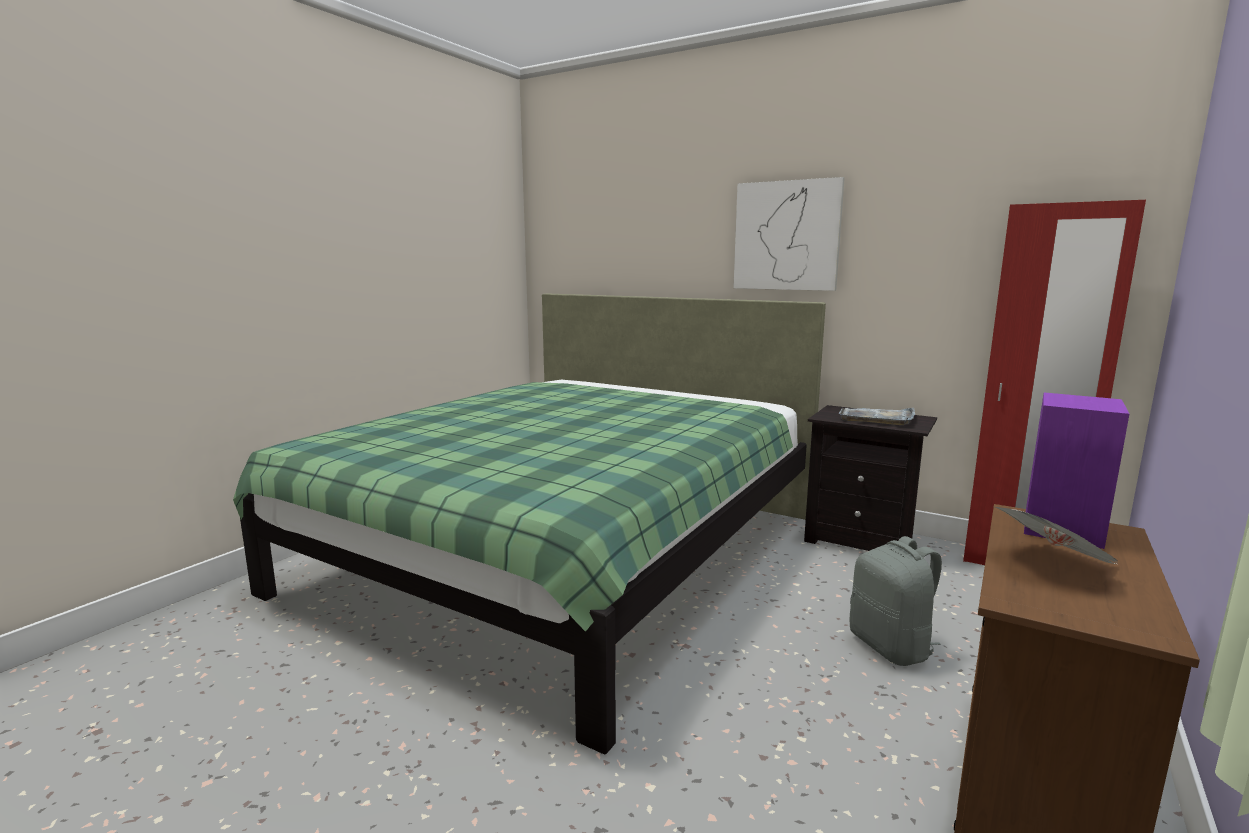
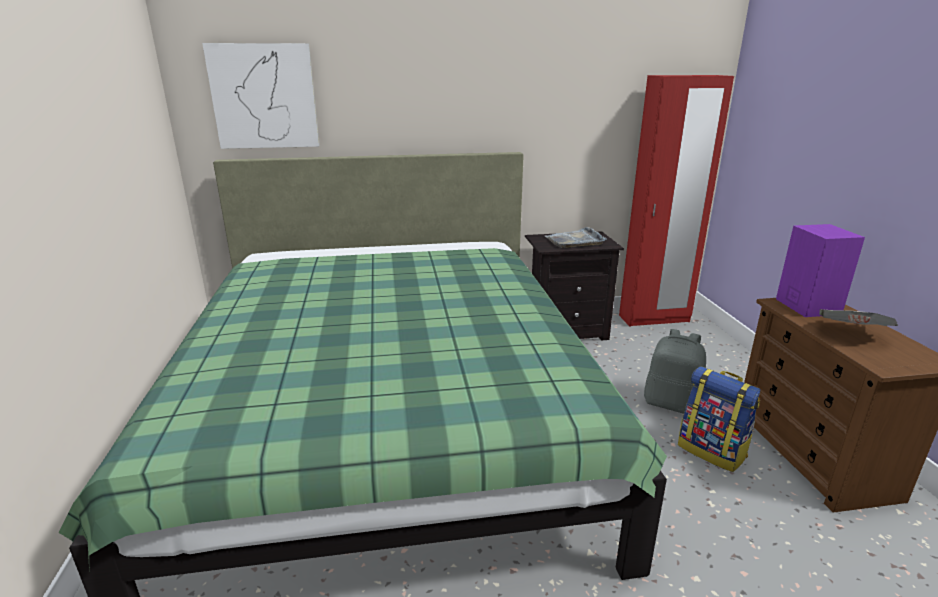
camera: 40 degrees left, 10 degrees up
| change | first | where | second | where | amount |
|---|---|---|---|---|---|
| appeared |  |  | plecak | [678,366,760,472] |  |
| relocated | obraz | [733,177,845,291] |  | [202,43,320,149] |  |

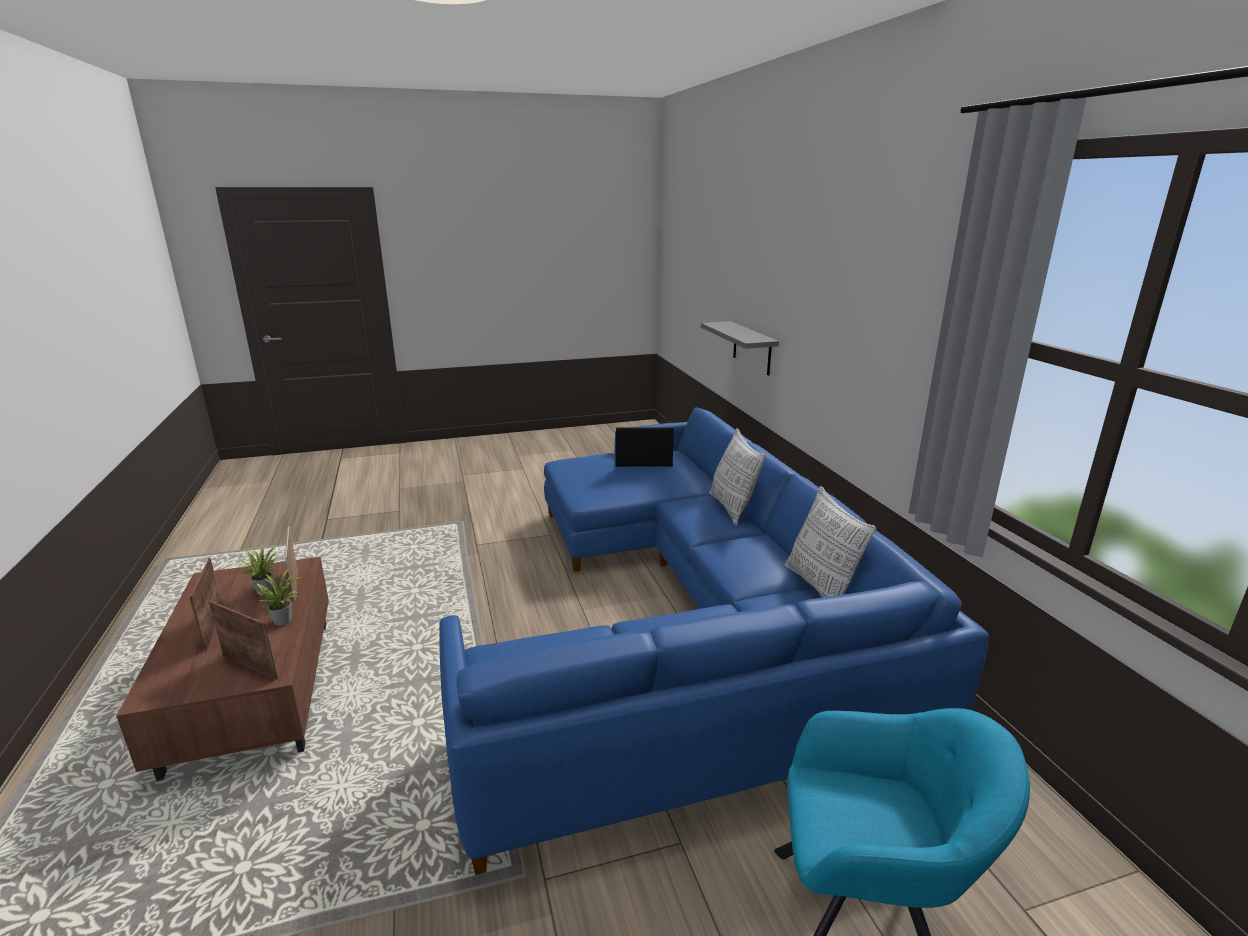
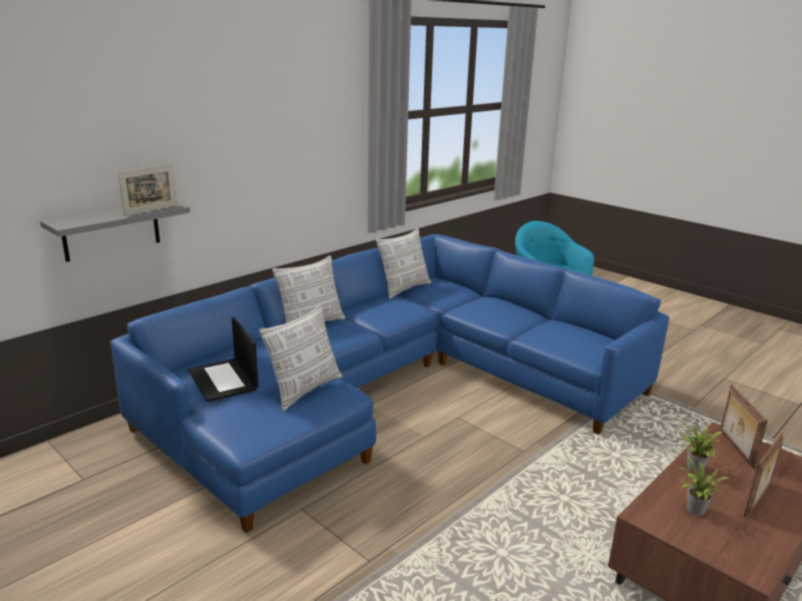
camera: 120 degrees left, 0 degrees up
| change | first | where | second | where | amount |
|---|---|---|---|---|---|
| appeared |  |  | poduszka | [259,304,342,411] |  |
| relocated | ramka na zdjęcie | [285,527,298,601] |  | [118,164,177,216] |  |

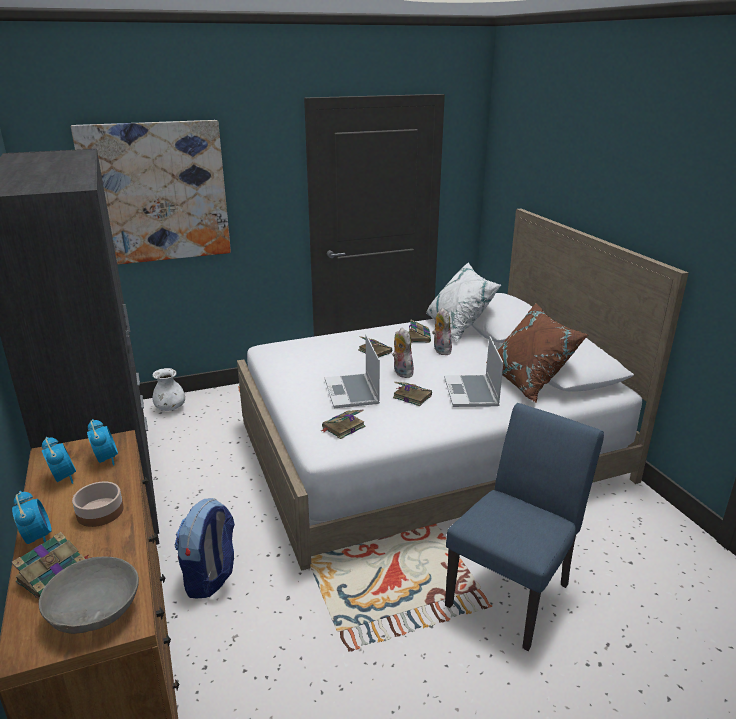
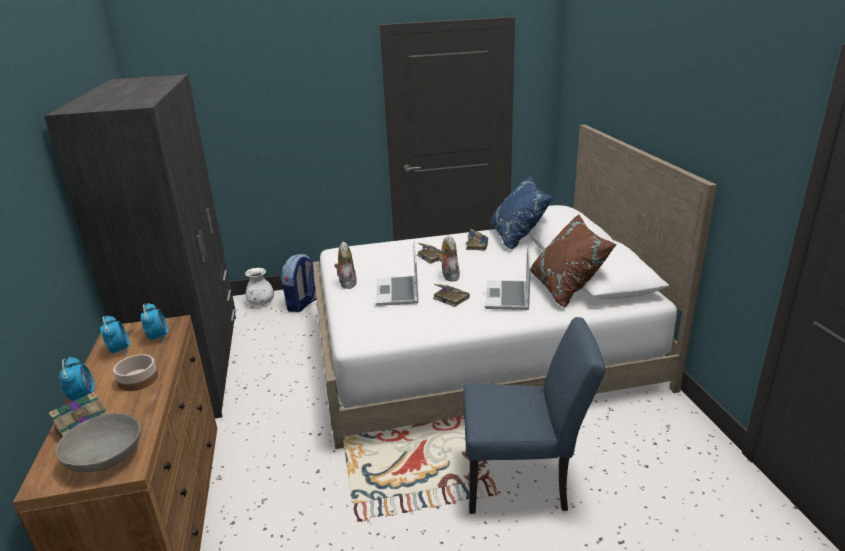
camera: 10 degrees right, 0 degrees up
| change | first | where | second | where | amount |
|---|---|---|---|---|---|
| missing | obraz | [71,120,231,265] |  |  |  |
| missing | książka | [321,410,365,439] |  |  |  |
| relocated | plecak | [174,498,235,598] |  | [280,254,316,312] |  |
| relocated | pluszak | [432,308,452,355] |  | [334,241,357,289] |  |
| colour | poduszka [biały] | [426,262,501,341] | poduszka [niebieski] | [490,176,553,249] |  |
| spun | krzesło [niebieski] | [445,403,604,651] |  | [463,317,605,514] | 45 degrees clockwise |

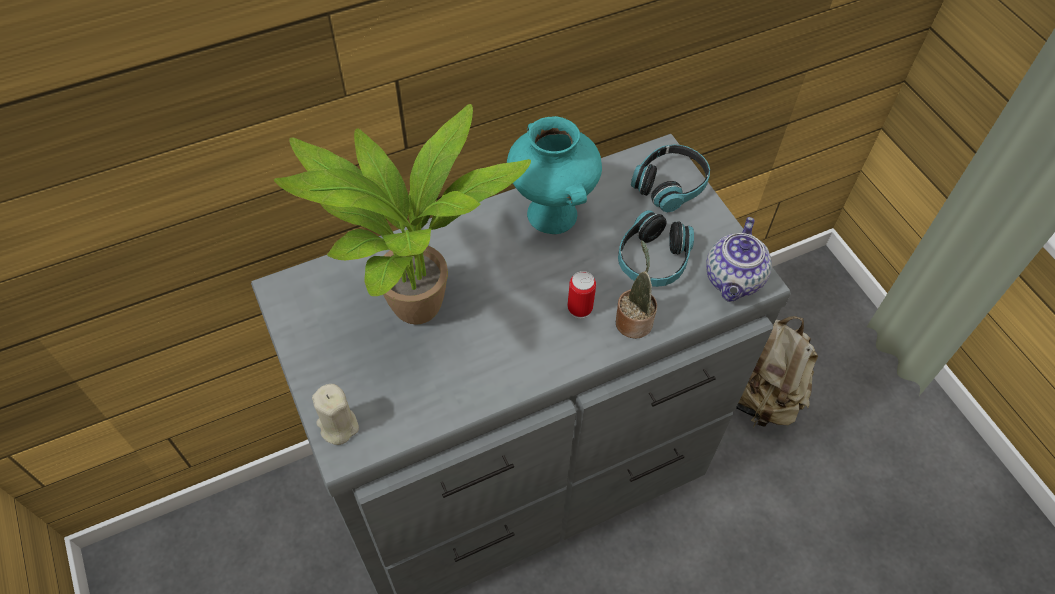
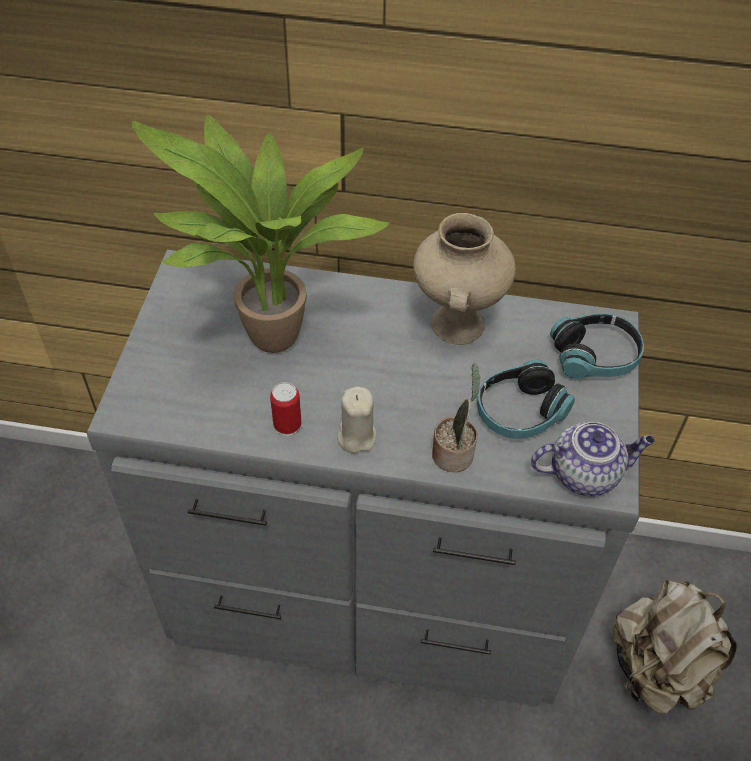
camera: 35 degrees right, 5 degrees down
| change | first | where | second | where | amount |
|---|---|---|---|---|---|
| relocated | świeca [beżowy] | [312,384,359,445] |  | [337,387,376,453] |  |
| relocated | puszka | [567,271,596,319] |  | [270,382,301,436] |  |
| colour | wazon [turkusowy] | [507,116,602,234] | wazon [beżowy] | [413,213,516,345] |  |
| spun | imbryk | [706,217,772,302] |  | [531,422,655,496] | 150 degrees counterclockwise |

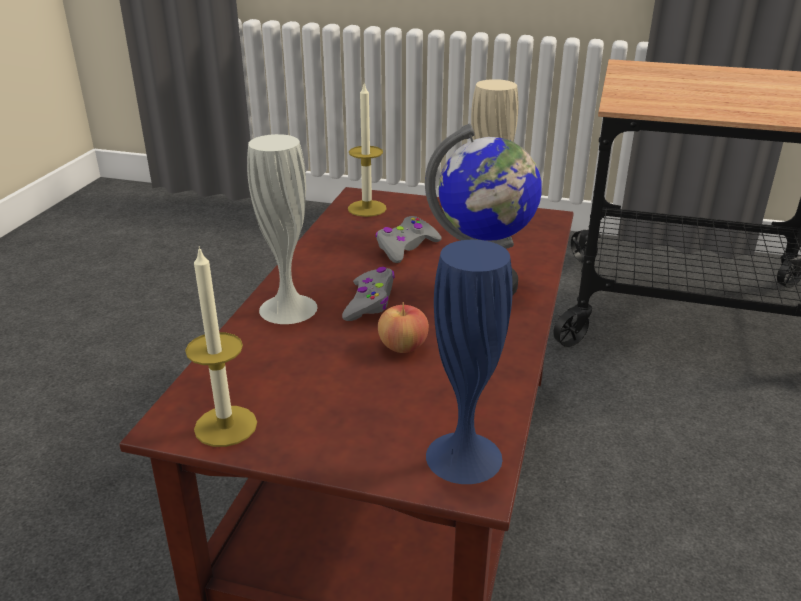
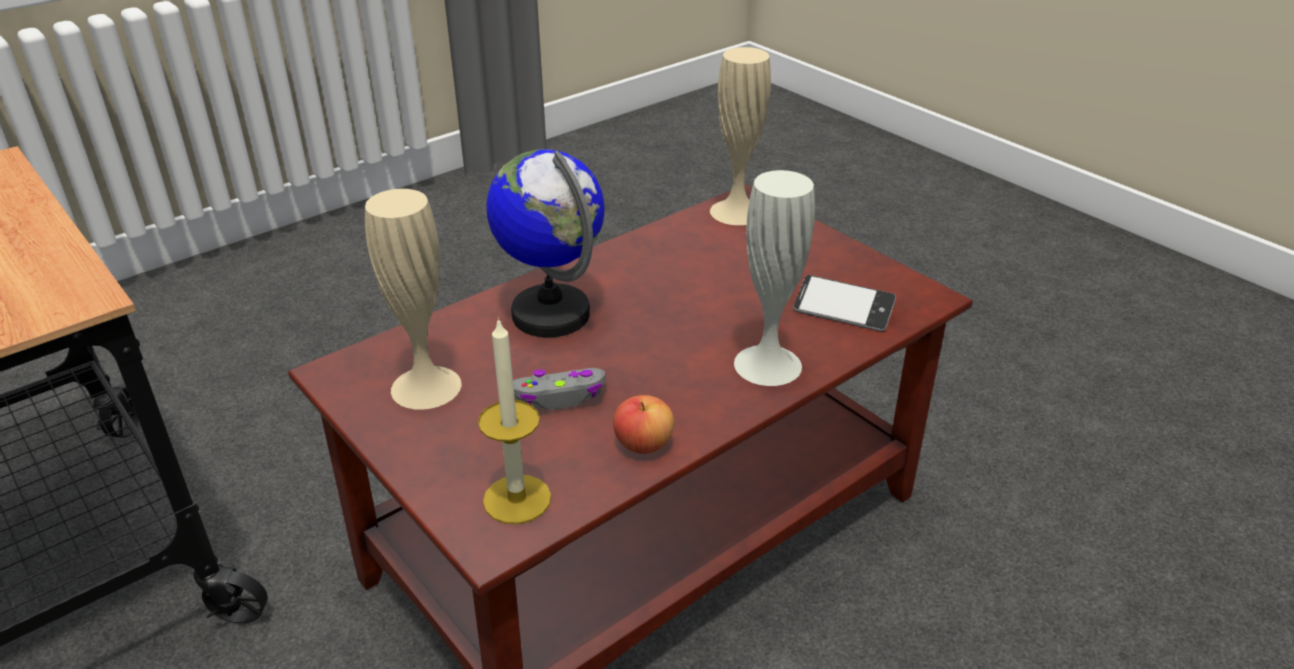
camera: 145 degrees left, 5 degrees up
| change | first | where | second | where | amount |
|---|---|---|---|---|---|
| missing | świeca | [185,246,257,447] |  |  |  |
| missing | pad do gier [szary] | [342,267,395,321] |  |  |  |
| appeared |  |  | telefon | [793,275,896,331] |  |
| relocated | jabłko | [378,302,429,353] |  | [613,395,674,454] |  |
| colour | wazon [niebieski] | [426,240,512,484] | wazon [beżowy] | [710,47,771,225] |  |

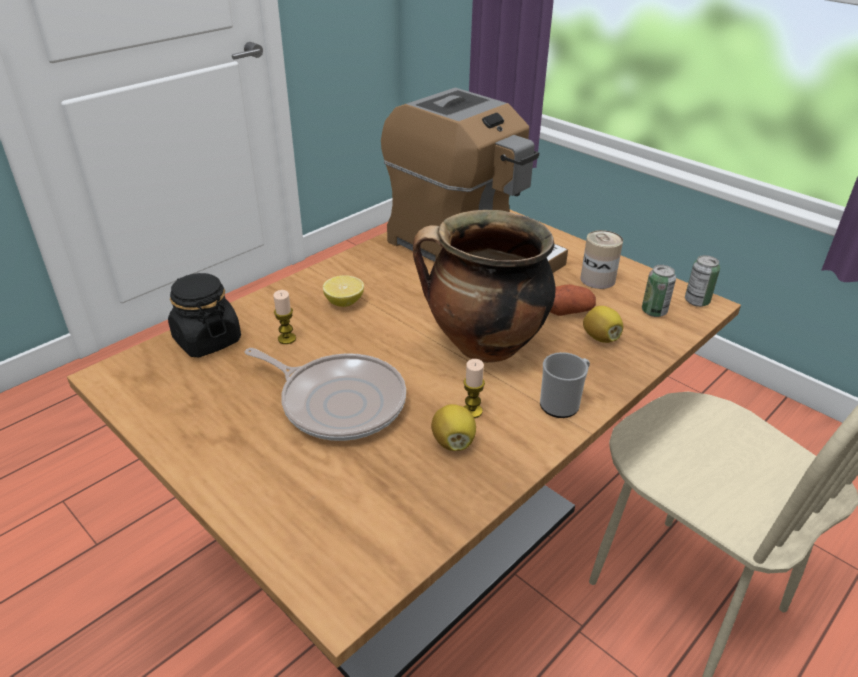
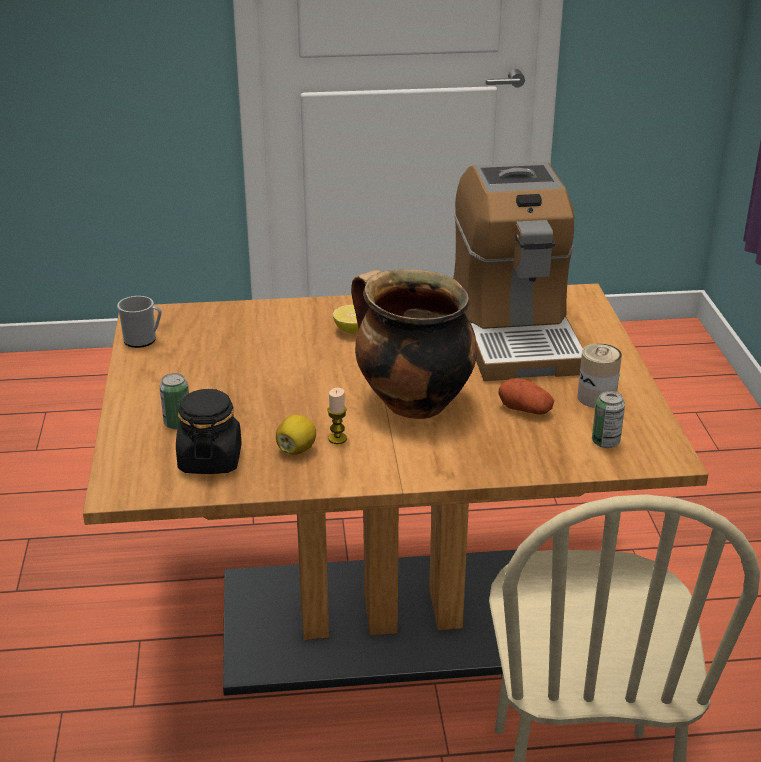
camera: 40 degrees right, 5 degrees down
| change | first | where | second | where | amount |
|---|---|---|---|---|---|
| missing | patelnia | [245,348,406,441] |  |  |  |
| missing | świeca | [273,290,296,344] |  |  |  |
| missing | cytryna | [583,306,623,343] |  |  |  |
| relocated | słoik [czarny] | [168,273,241,357] |  | [176,389,241,474] |  |
| relocated | kubek | [540,352,590,418] |  | [117,296,162,348] |  |
| relocated | puszka | [685,255,720,307] |  | [160,373,189,429] |  |

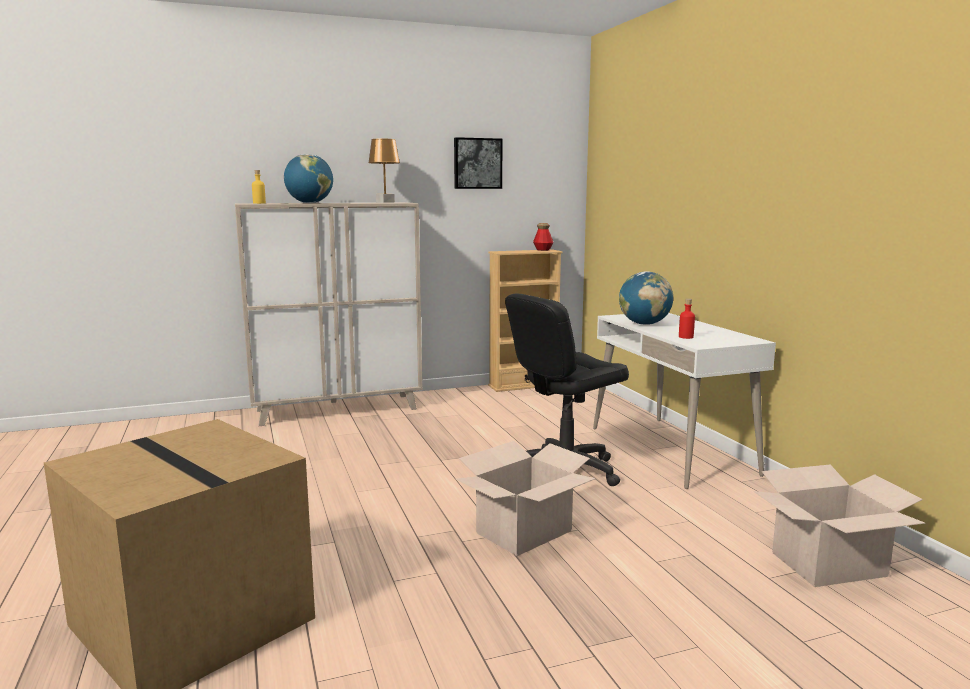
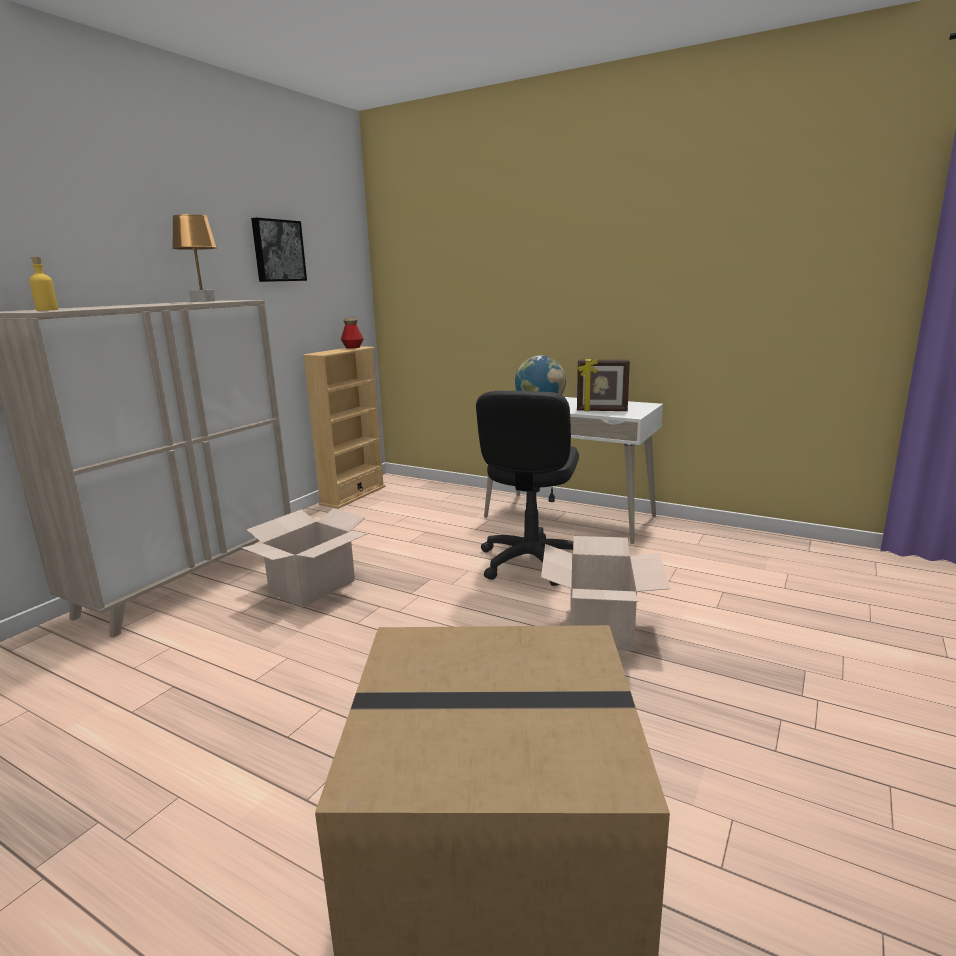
camera: 40 degrees left, 5 degrees up
| change | first | where | second | where | amount |
|---|---|---|---|---|---|
| missing | globus | [284,154,333,203] |  |  |  |
| relocated | karton | [754,465,925,587] |  | [241,508,367,607] |  |
| exchanged | butelka [czerwony] | [679,299,695,339] | ramka na zdjęcie | [577,359,630,411] |  |

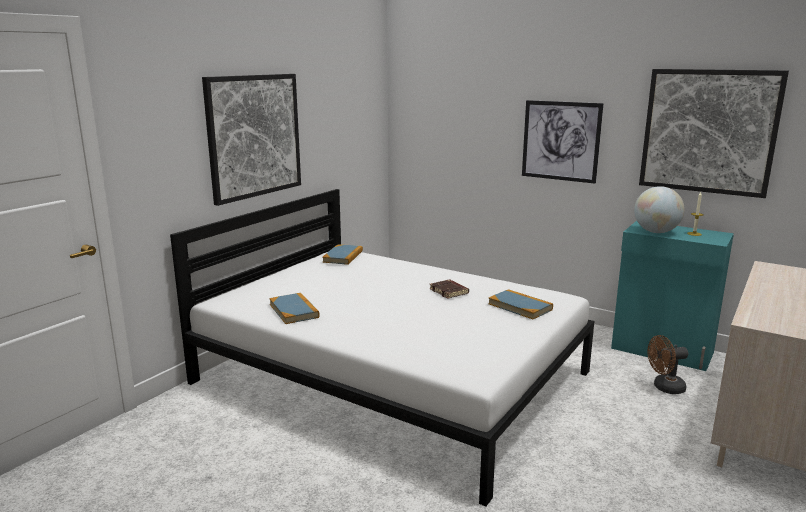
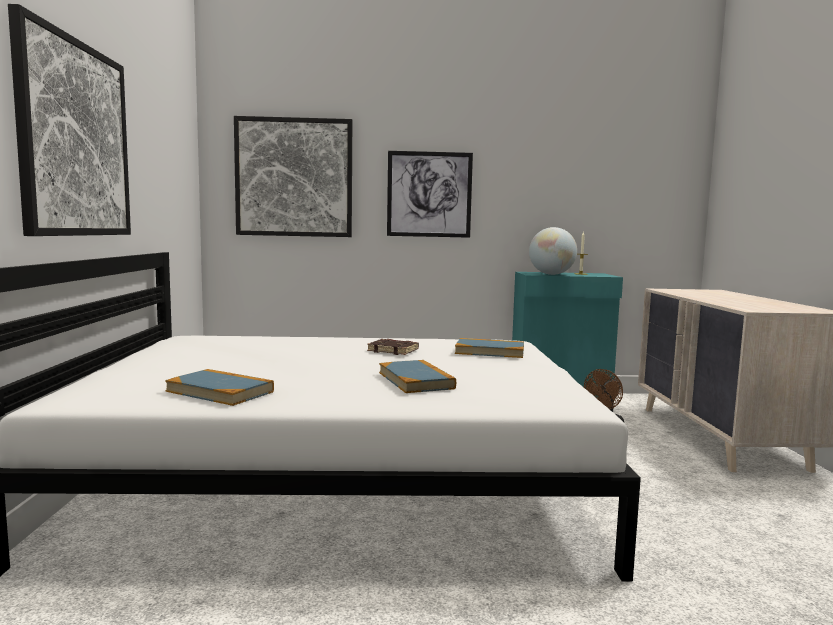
camera: 35 degrees left, 10 degrees down
| change | first | where | second | where | amount |
|---|---|---|---|---|---|
| relocated | książka | [322,244,363,265] |  | [379,360,456,393] |  |
| relocated | obraz | [639,69,789,198] |  | [234,116,352,237] |  |

